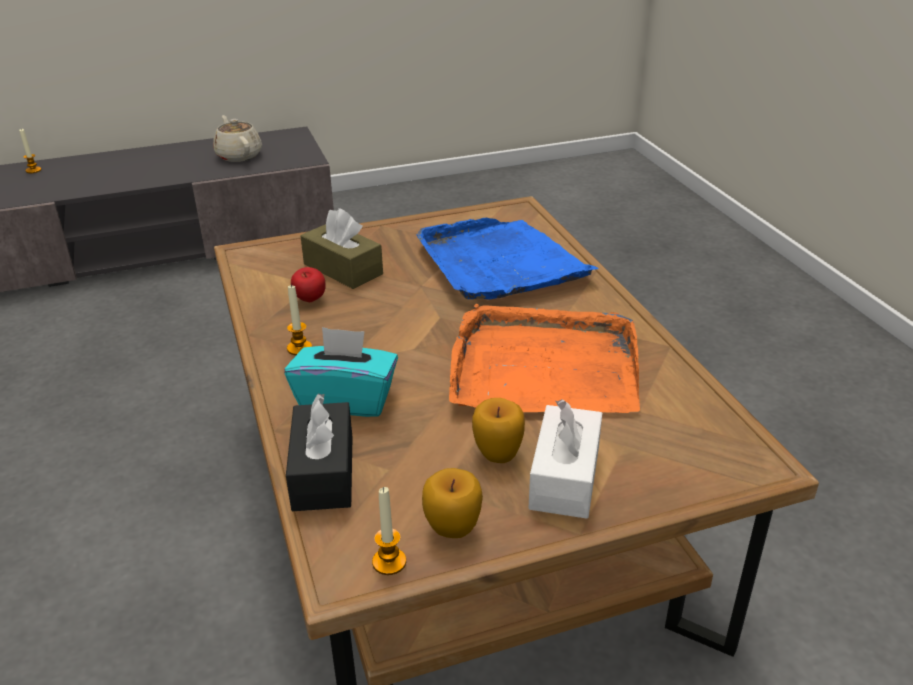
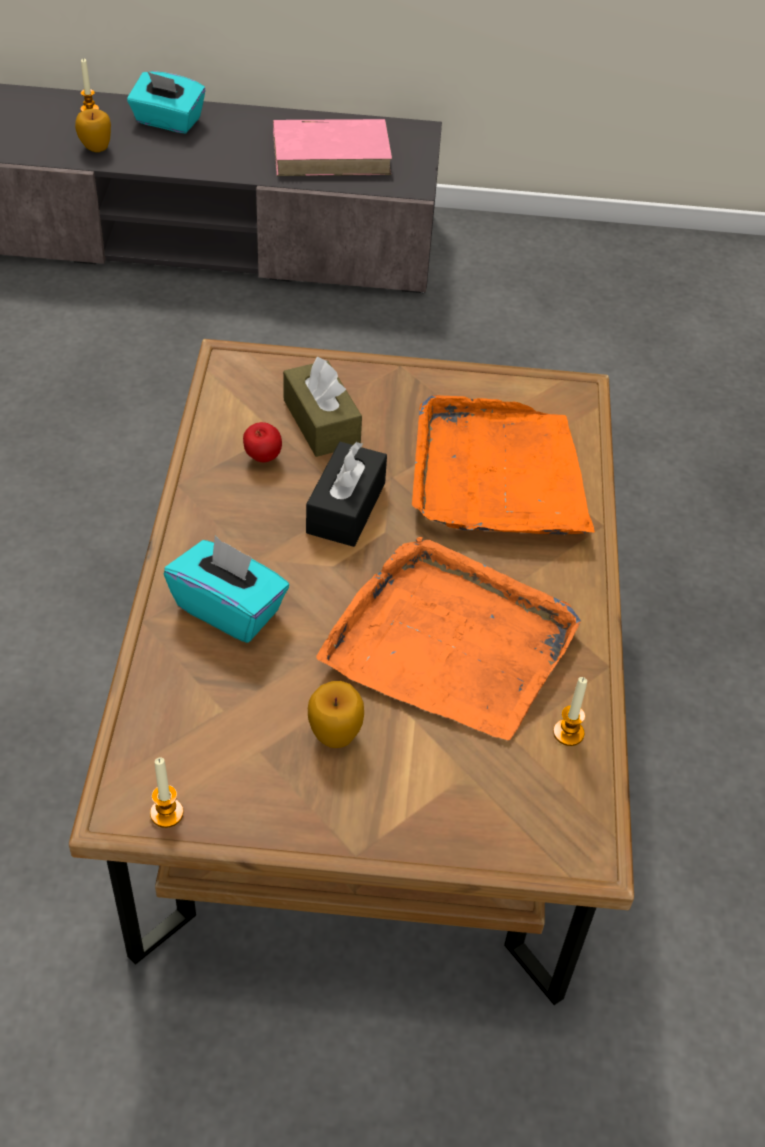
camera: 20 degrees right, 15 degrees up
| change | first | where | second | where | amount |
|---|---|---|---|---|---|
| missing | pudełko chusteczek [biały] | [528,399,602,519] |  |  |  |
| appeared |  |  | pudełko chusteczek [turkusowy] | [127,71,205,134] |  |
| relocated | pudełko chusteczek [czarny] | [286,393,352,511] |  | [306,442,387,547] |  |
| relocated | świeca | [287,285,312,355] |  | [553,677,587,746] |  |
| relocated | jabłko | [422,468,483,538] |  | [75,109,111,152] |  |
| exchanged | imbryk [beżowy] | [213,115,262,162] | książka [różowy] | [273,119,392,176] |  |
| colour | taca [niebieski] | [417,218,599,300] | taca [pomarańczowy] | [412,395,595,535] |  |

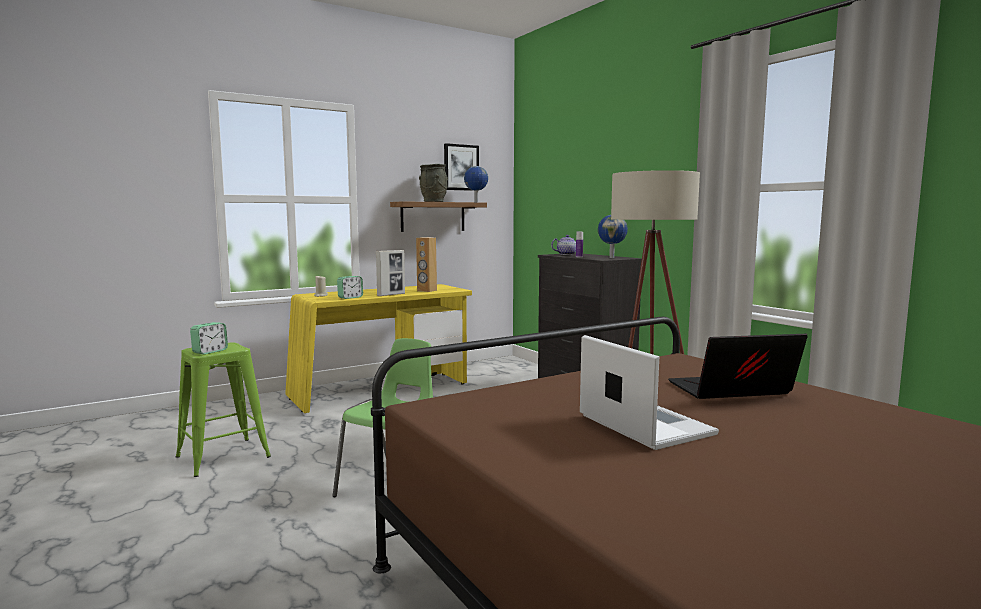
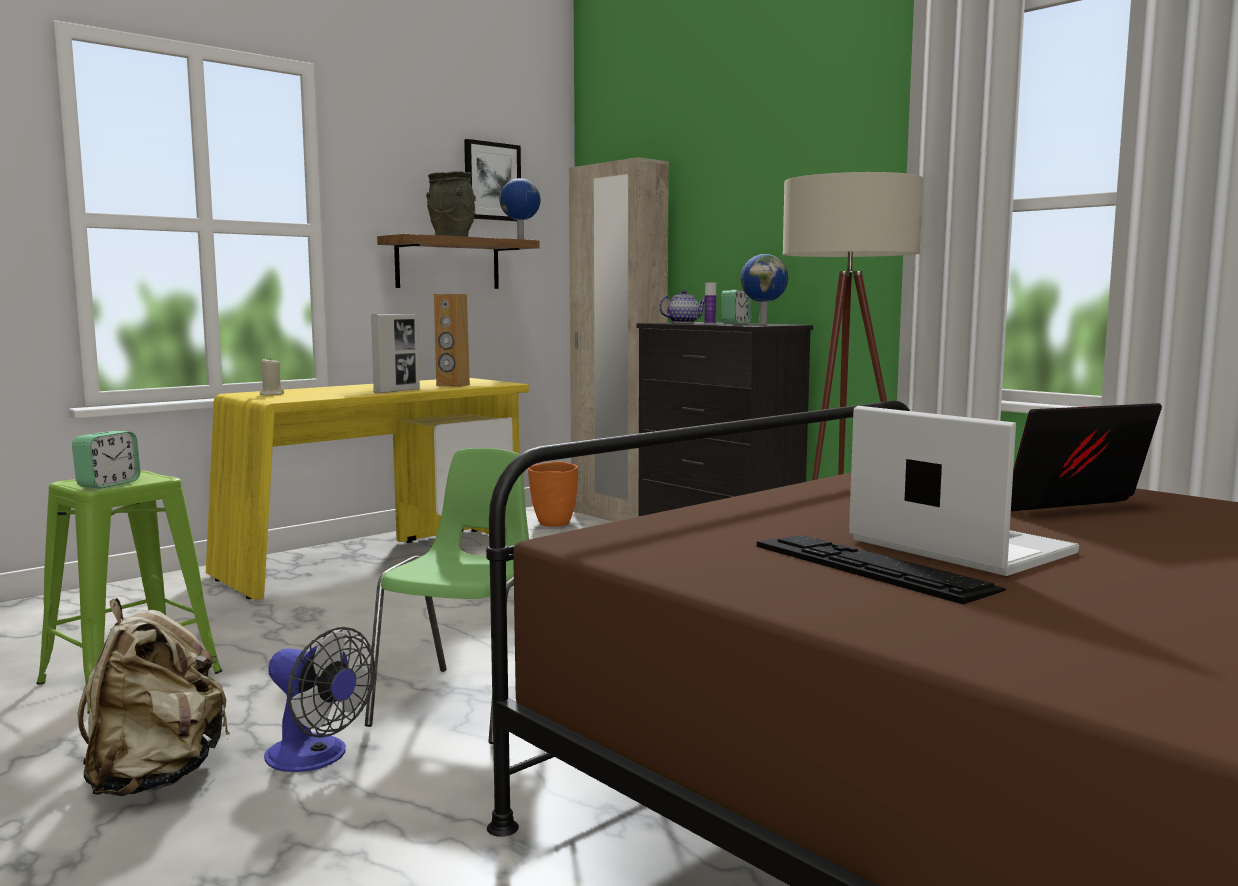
camera: 10 degrees left, 0 degrees up
| change | first | where | second | where | amount |
|---|---|---|---|---|---|
| appeared |  |  | plecak [beżowy] | [78,598,230,796] |  |
| appeared |  |  | wentylator | [264,627,375,772] |  |
| appeared |  |  | wazon [pomarańczowy] | [528,462,578,527] |  |
| appeared |  |  | szafa [beżowy] | [569,157,669,522] |  |
| appeared |  |  | klawiatura | [757,535,1006,604] |  |
| relocated | budzik | [337,276,363,299] |  | [721,290,752,324] |  |

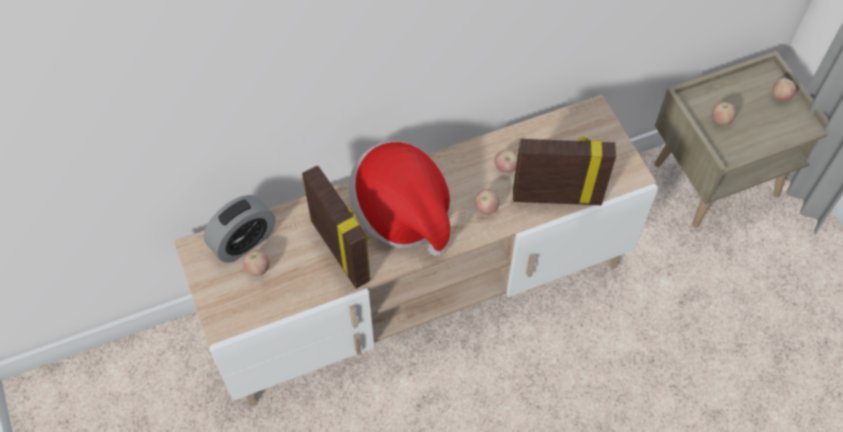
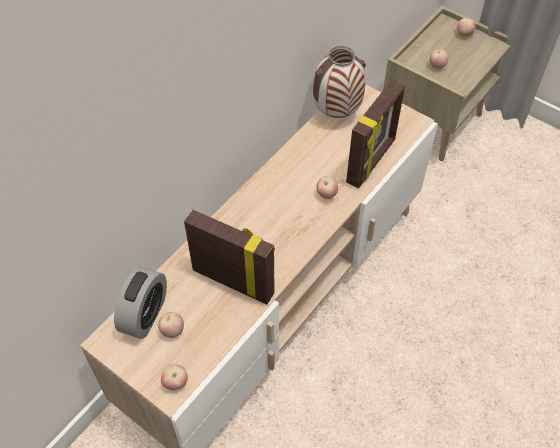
camera: 30 degrees left, 5 degrees down
| change | first | where | second | where | amount |
|---|---|---|---|---|---|
| missing | kapelusz | [349,141,450,256] |  |  |  |
| appeared |  |  | wazon | [313,46,366,118] |  |
| relocated | jabłko | [494,149,518,173] |  | [161,364,188,390] |  |
| spun | ramka na zdjęcie | [513,137,616,205] |  | [346,79,405,188] | 150 degrees clockwise |

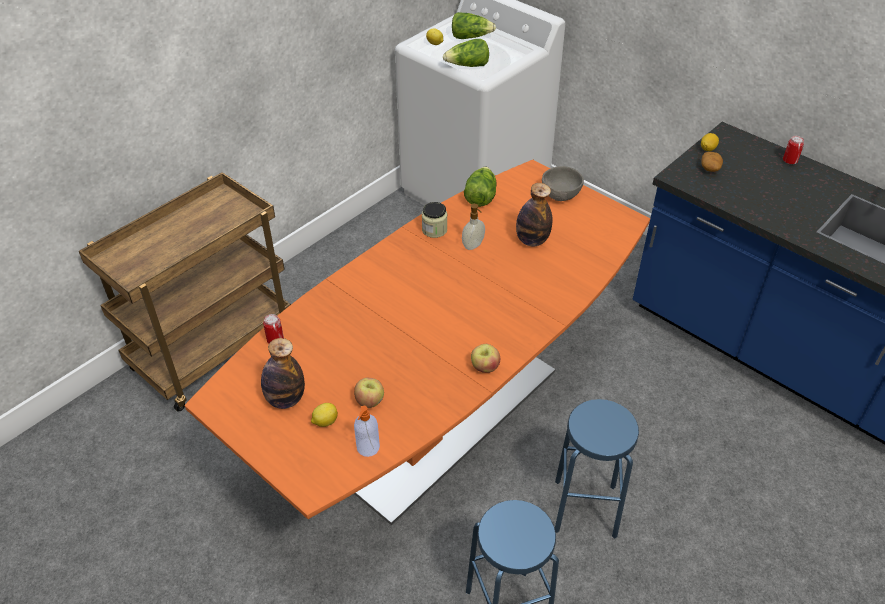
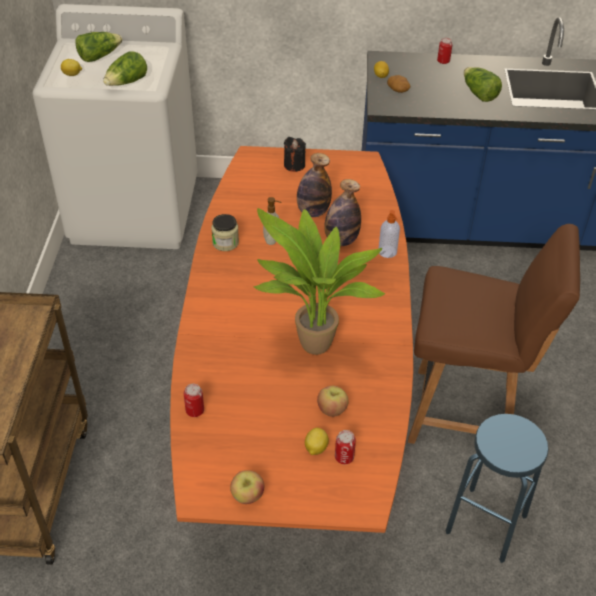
camera: 40 degrees left, 0 degrees up
| change | first | where | second | where | amount |
|---|---|---|---|---|---|
| appeared |  |  | roślina doniczkowa | [253,208,385,355] |  |
| appeared |  |  | puszka | [335,430,356,464] |  |
| relocated | butelka | [261,338,305,409] |  | [324,179,361,246] |  |
| relocated | dozownik mydła | [354,406,380,457] |  | [379,210,400,258] |  |
| relocated | sałata | [464,167,497,207] |  | [464,67,502,102] |  |
| relocated | jabłko | [471,344,500,373] |  | [230,470,264,504] |  |
| exchanged | miska [szary] | [542,166,584,201] | świeca [czarny] | [284,137,306,172] |  |
| exchanged | stołek [niebieski] | [555,399,639,539] | krzesło [brązowy] | [408,224,580,444] |  |

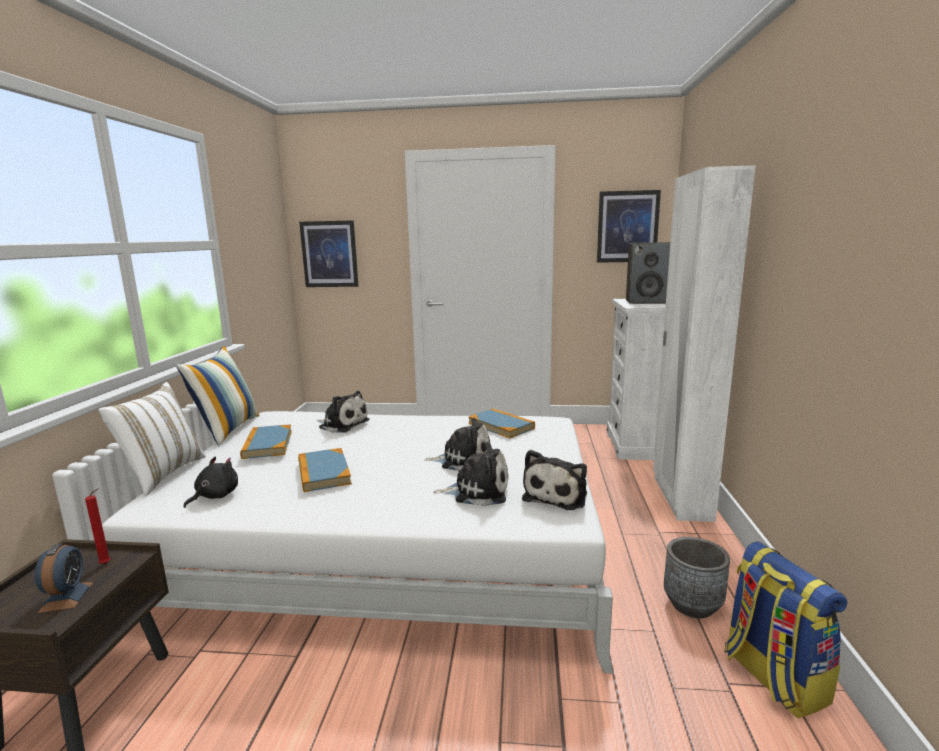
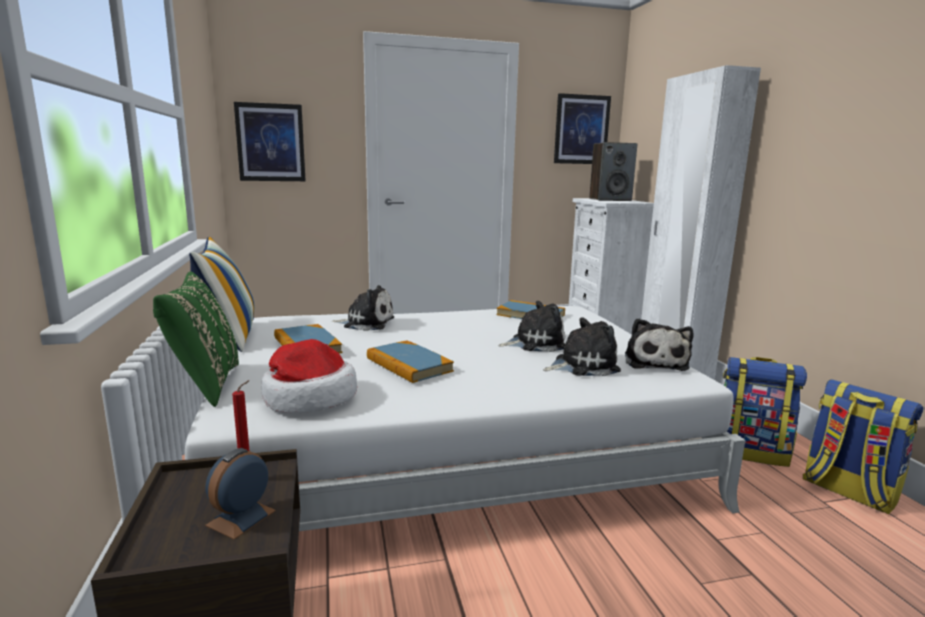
camera: 20 degrees left, 0 degrees up
| change | first | where | second | where | amount |
|---|---|---|---|---|---|
| exchanged | pluszak [czarny] | [183,457,238,508] | kapelusz | [262,339,357,413] |  |
| exchanged | donica [szary] | [664,537,730,618] | plecak | [723,357,807,467] |  |
| colour | poduszka [biały] | [98,382,206,496] | poduszka [zielony] | [153,271,239,407] |  |
| spun | budzik | [35,544,93,613] |  | [205,448,276,540] | 120 degrees counterclockwise |

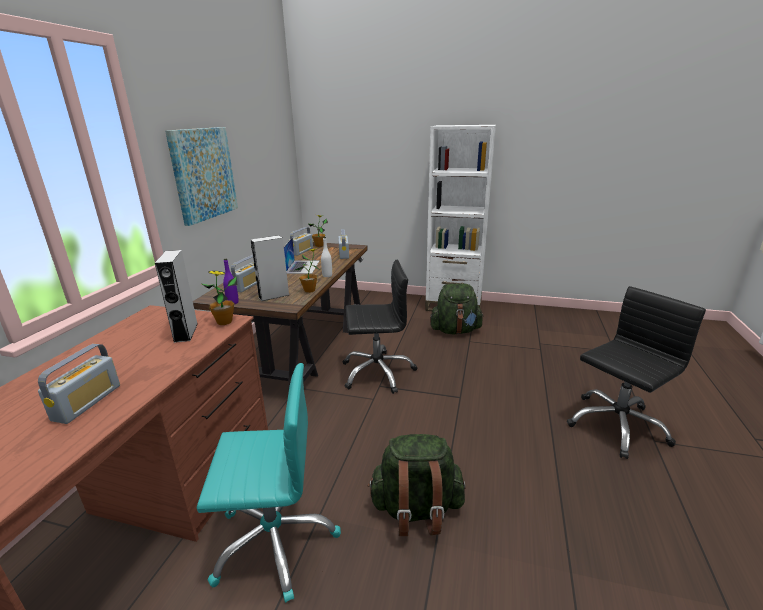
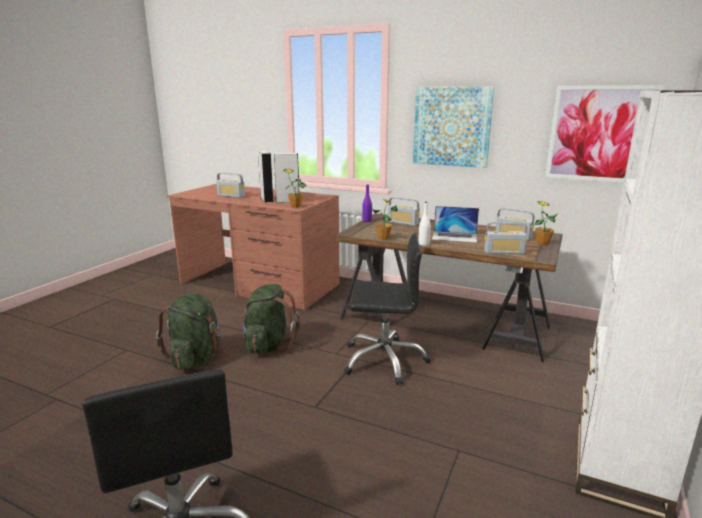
camera: 100 degrees right, 5 degrees down
| change | first | where | second | where | amount |
|---|---|---|---|---|---|
| missing | krzesło biurowe [turkusowy] | [197,363,341,603] |  |  |  |
| appeared |  |  | obraz | [545,85,665,183] |  |
| relocated | głośnik [szary] | [251,235,289,301] |  | [258,151,273,203] |  |
| relocated | plecak [zielony] | [430,283,484,334] |  | [240,284,300,353] |  |
| spun | krzesło biurowe [czarny] | [342,260,417,394] |  | [344,233,431,385] | 90 degrees counterclockwise |

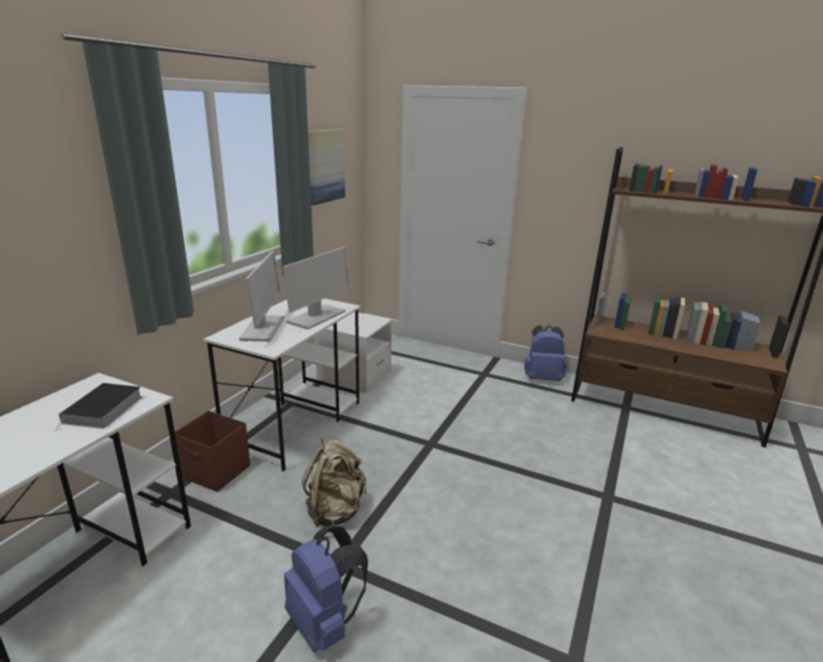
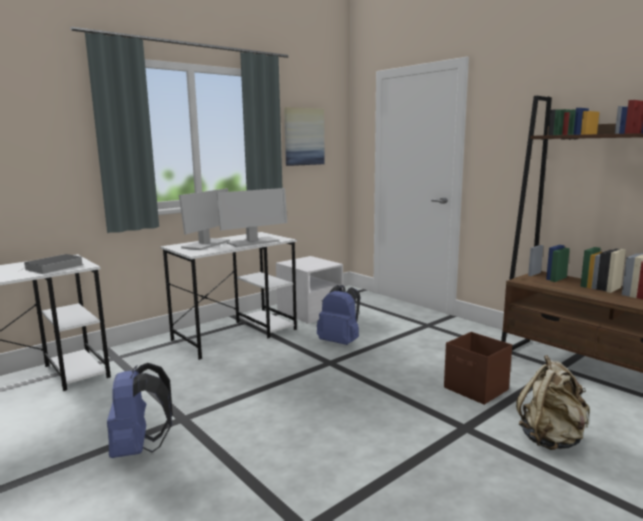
camera: 25 degrees right, 10 degrees down
| change | first | where | second | where | amount |
|---|---|---|---|---|---|
| relocated | pojemnik do przechowywania [brązowy] | [175,411,250,492] |  | [444,332,512,405] |  |
| relocated | plecak [beżowy] | [302,439,366,528] |  | [516,355,590,450] |  |
| relocated | plecak [niebieski] | [524,325,567,381] |  | [317,285,360,345] |  |

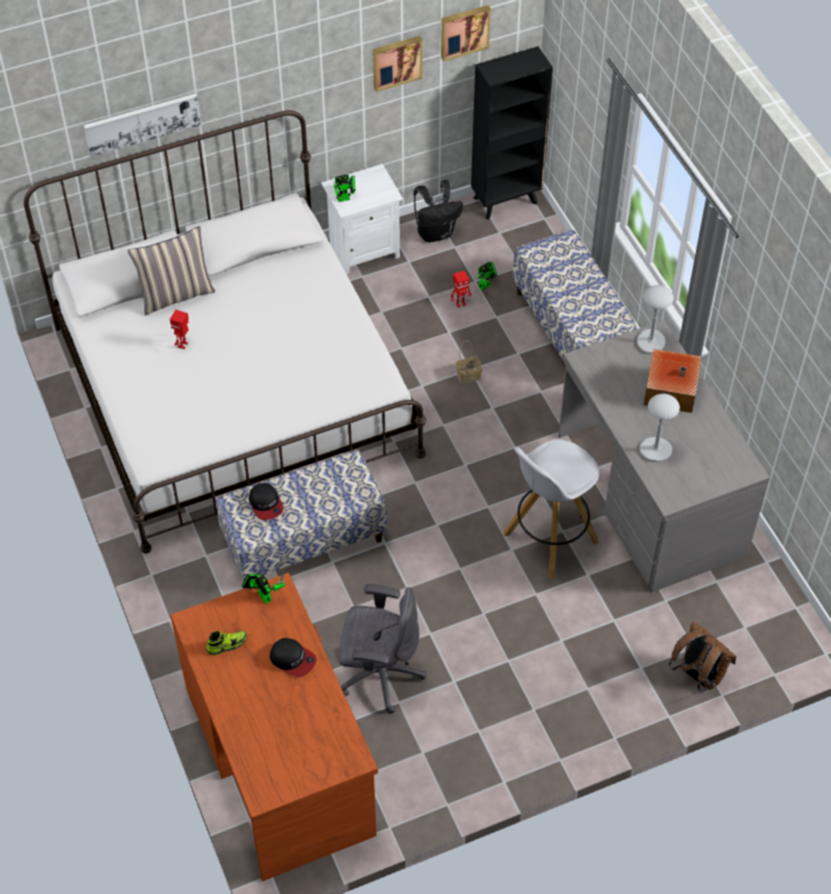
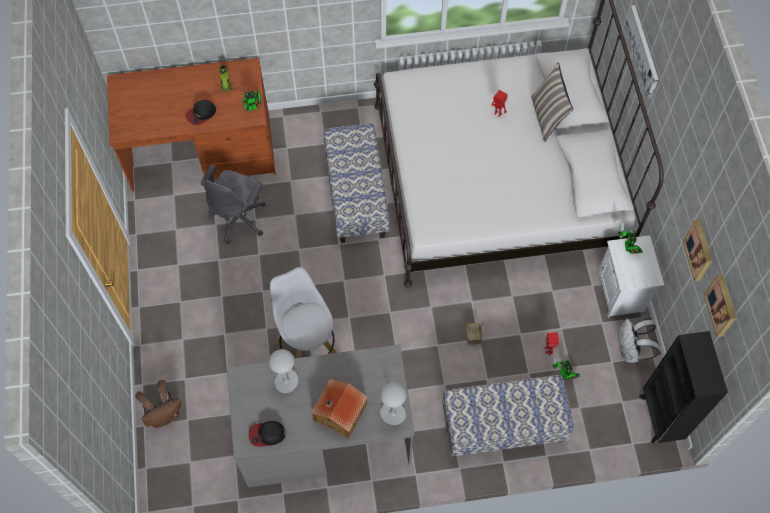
camera: 105 degrees right, 10 degrees up
| change | first | where | second | where | amount |
|---|---|---|---|---|---|
| relocated | czapka z daszkiem | [249,483,284,520] |  | [249,421,286,447] |  |
| colour | plecak [czarny] | [413,180,463,242] | plecak [biały] | [620,319,660,363] |  |

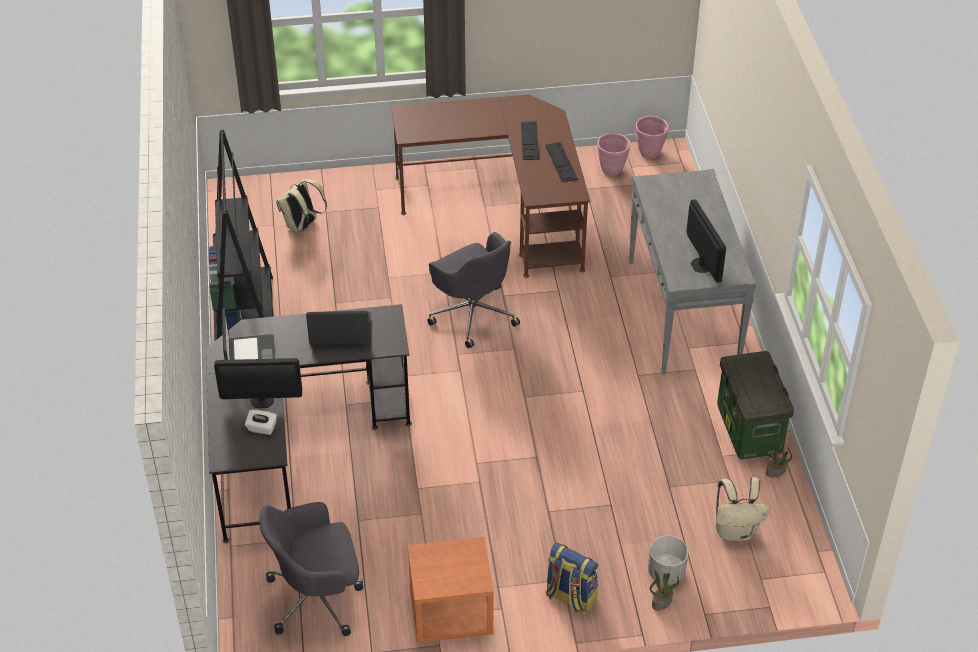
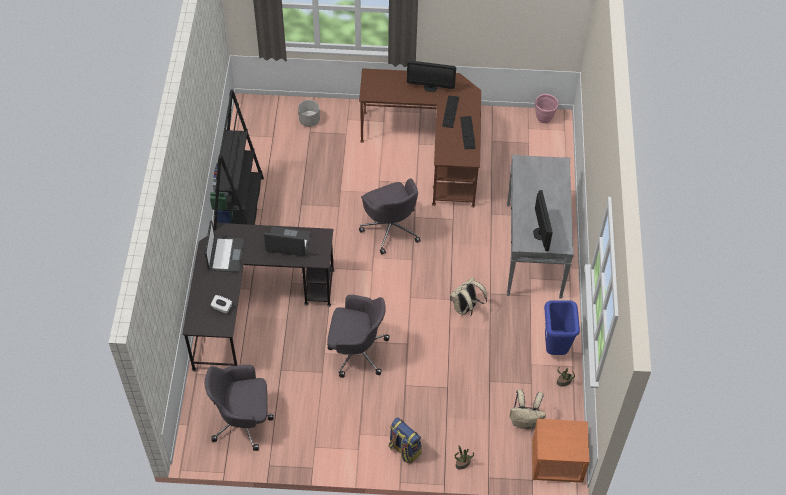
camera: 10 degrees right, 10 degrees up
| change | first | where | second | where | amount |
|---|---|---|---|---|---|
| missing | donica [różowy] | [597,133,630,176] |  |  |  |
| appeared |  |  | krzesło biurowe [szary] | [327,295,390,378] |  |
| relocated | monitor | [214,358,302,408] |  | [407,60,456,92] |  |
| relocated | plecak [beżowy] | [276,178,327,233] |  | [450,276,487,317] |  |
| relocated | szafka nocna [pomarańczowy] | [407,537,494,643] |  | [532,419,589,483] |  |
| relocated | donica [szary] | [648,535,688,584] |  | [298,100,320,127] |  |
| exchanged | pojemnik do przechowywania | [717,351,794,459] | kosz na śmieci [niebieski] | [544,300,580,355] |  |

